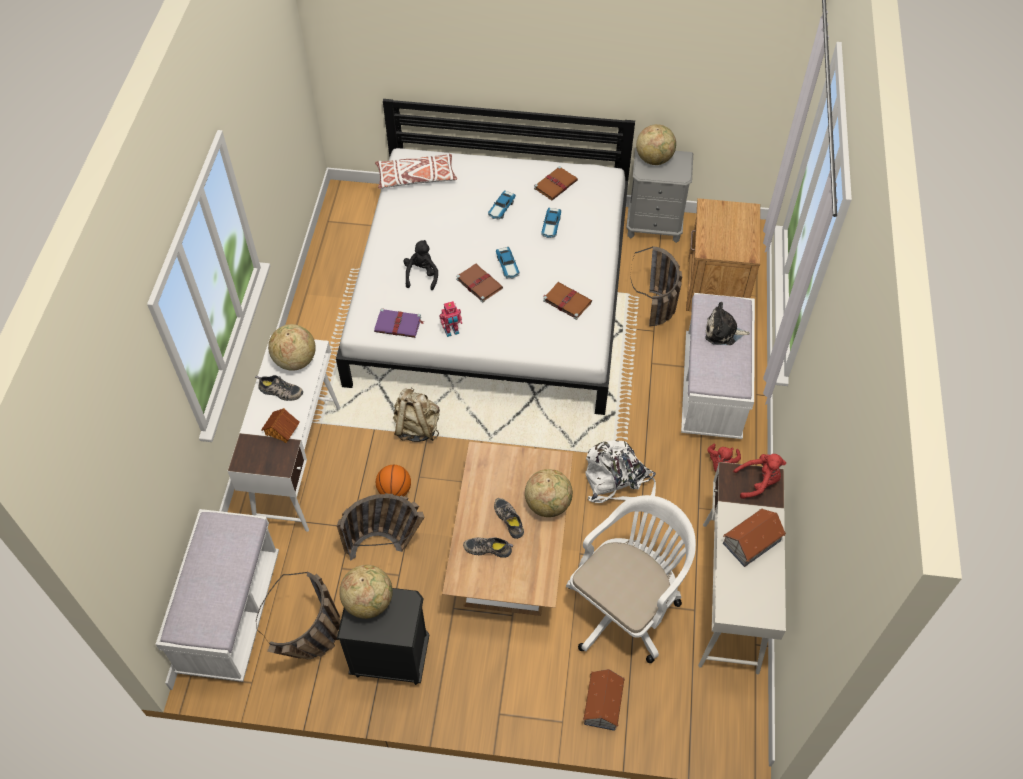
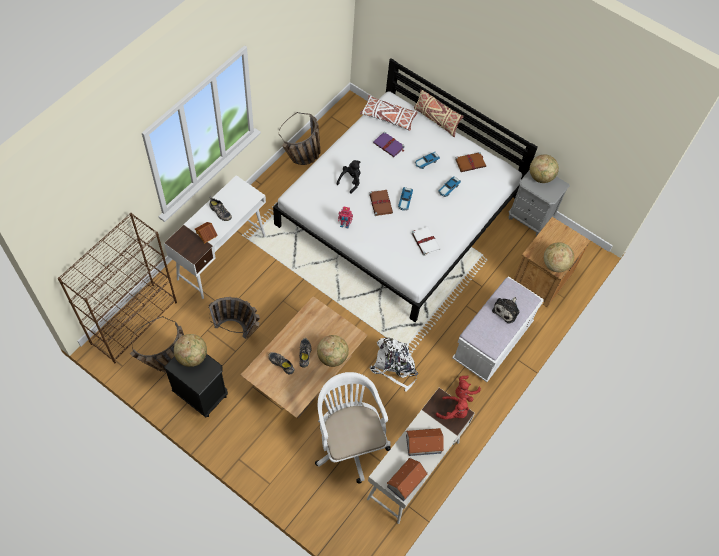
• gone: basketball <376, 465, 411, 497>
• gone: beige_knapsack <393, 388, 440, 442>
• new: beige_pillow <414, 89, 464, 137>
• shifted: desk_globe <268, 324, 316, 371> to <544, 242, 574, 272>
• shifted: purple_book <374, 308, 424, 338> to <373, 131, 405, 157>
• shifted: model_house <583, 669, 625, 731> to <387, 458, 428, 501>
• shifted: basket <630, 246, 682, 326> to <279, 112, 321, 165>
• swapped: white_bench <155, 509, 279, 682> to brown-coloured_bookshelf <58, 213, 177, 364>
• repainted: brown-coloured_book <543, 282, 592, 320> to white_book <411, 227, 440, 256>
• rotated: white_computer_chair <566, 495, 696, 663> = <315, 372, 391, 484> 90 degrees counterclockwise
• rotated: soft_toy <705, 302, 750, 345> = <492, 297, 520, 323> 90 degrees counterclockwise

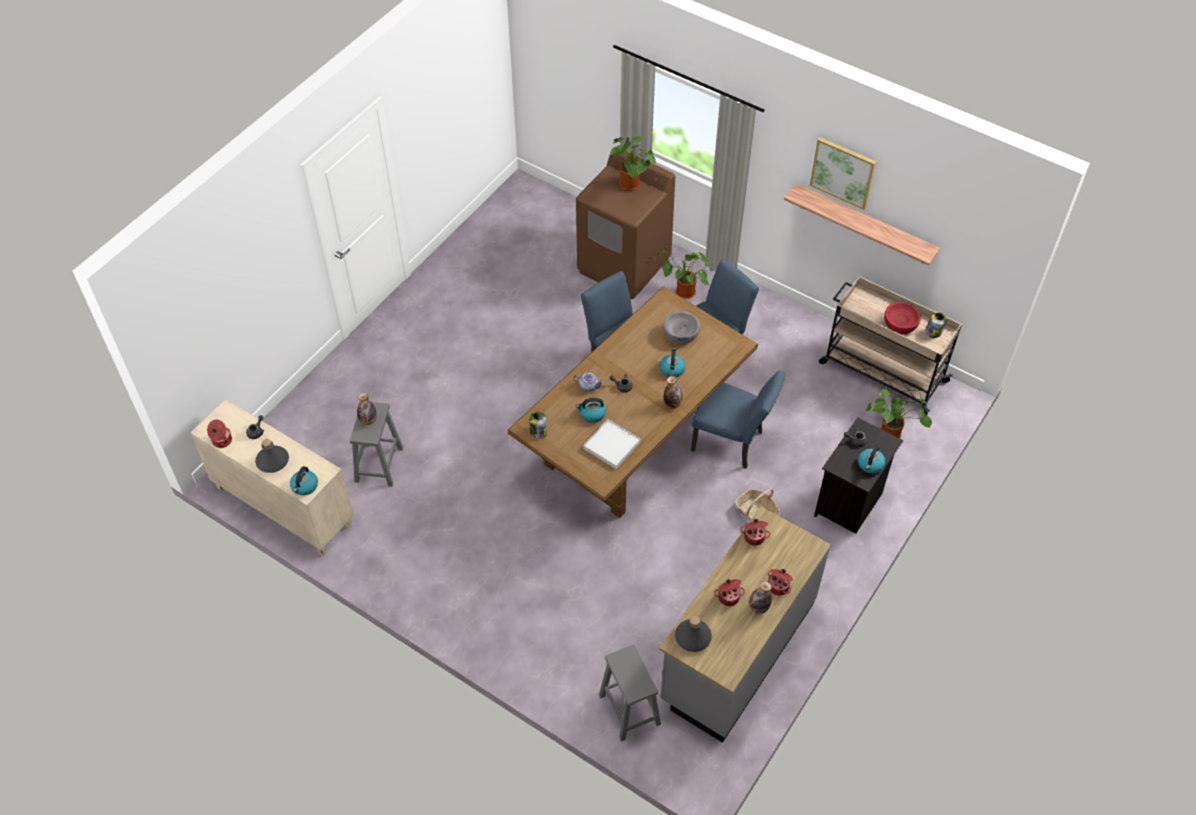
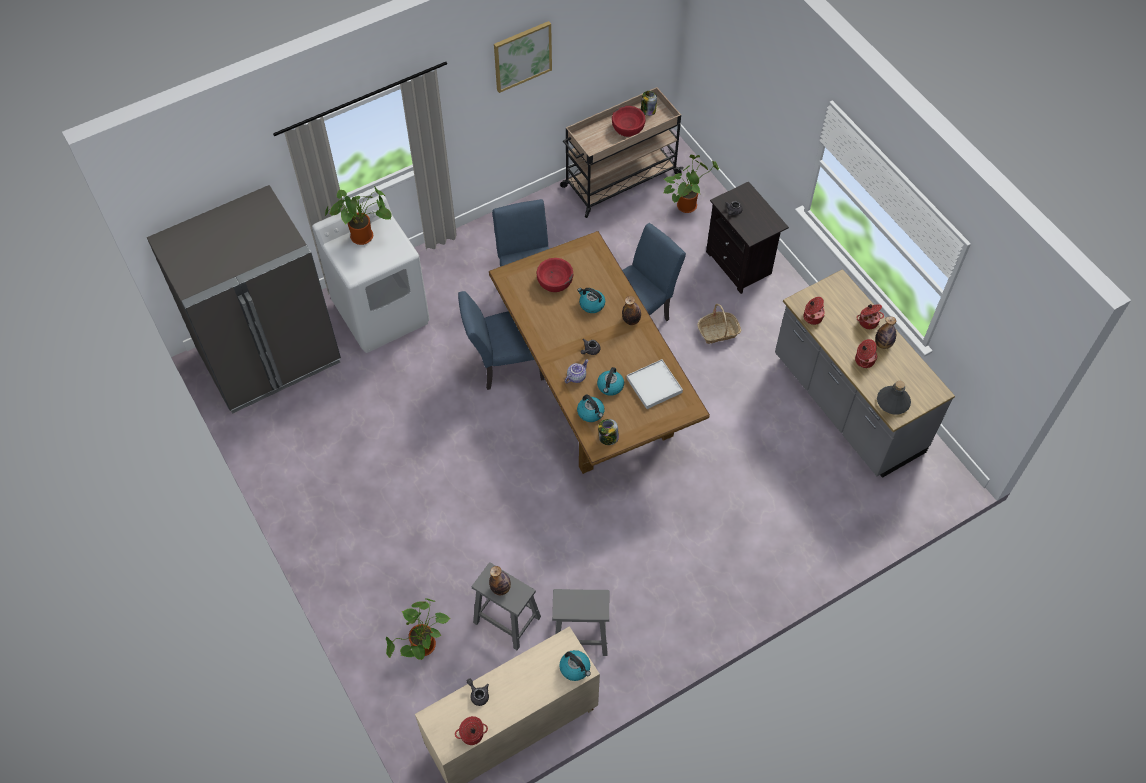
• gone: greyish_beverage_bottle <255, 439, 289, 473>
• gone: shelf <784, 183, 940, 266>
• new: greyish_kitchen_fridge <147, 185, 341, 414>
• shifted: greyish_stool_seat <599, 644, 661, 741> to <552, 589, 609, 656>
• shifted: potted_plant <655, 247, 715, 299> to <386, 598, 450, 660>
• shifted: tea_kettle <858, 445, 885, 473> to <577, 394, 604, 422>
• repainted: brown-coloured_washing_machine <576, 149, 675, 299> to white_washing_machine <312, 195, 430, 353>
• repainted: greyish_serving_bowl <664, 311, 700, 345> to reddish_serving_bowl <537, 258, 573, 292>

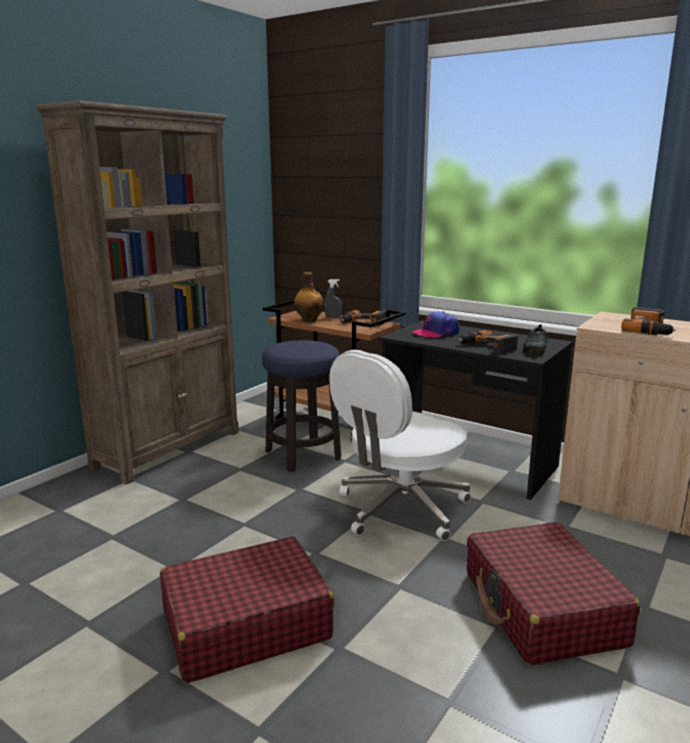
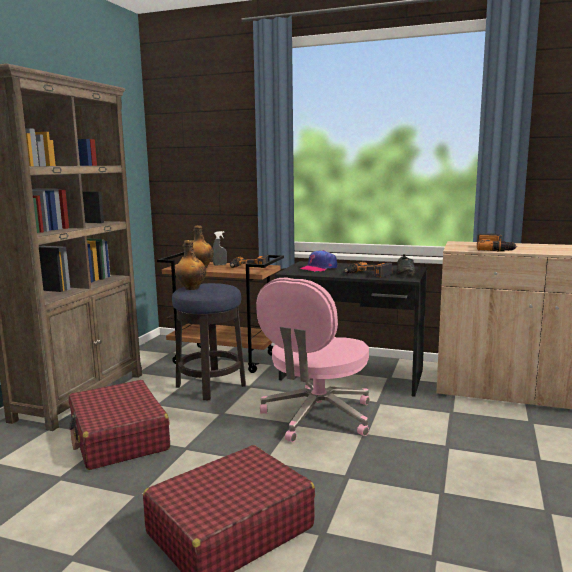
• new: beverage_bottle <175, 240, 206, 290>
• shifted: reddish_piece_of_luggage <467, 522, 640, 665> to <69, 380, 170, 470>
• repainted: white_computer_chair <329, 350, 471, 541> to pink-coloured_computer_chair <256, 278, 370, 442>

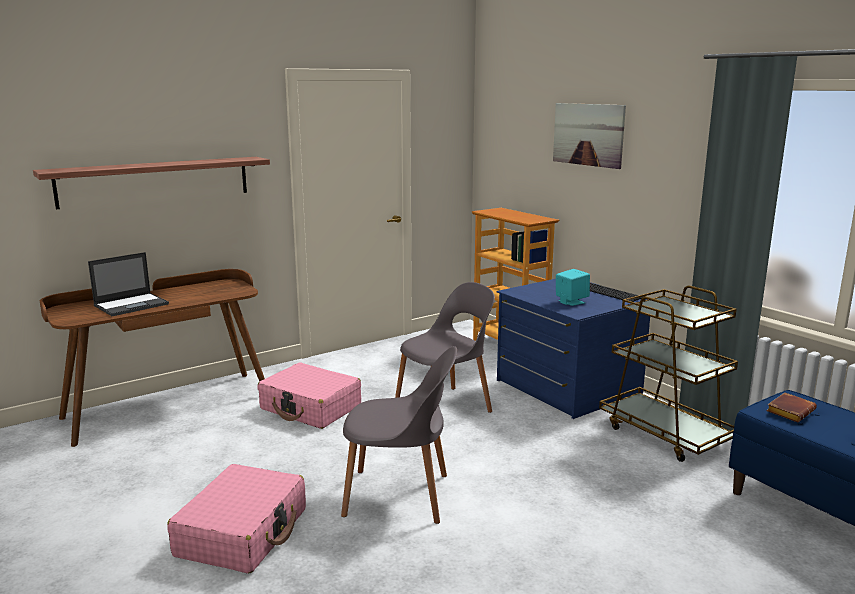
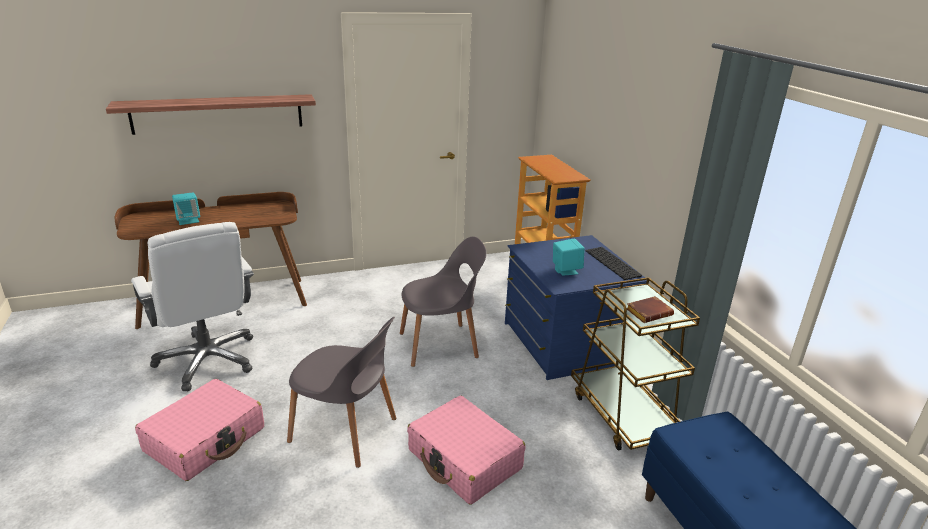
• gone: wall_art <553, 103, 626, 169>
• new: white_computer_chair <131, 222, 254, 391>
• shifted: pink-coloured_piece_of_luggage <257, 362, 361, 429> to <407, 396, 525, 505>
• shifted: brown-coloured_book <766, 393, 817, 422> to <627, 296, 674, 323>
• swapped: portable_computer <88, 252, 169, 316> to turquoise_loudspeaker <172, 192, 200, 225>

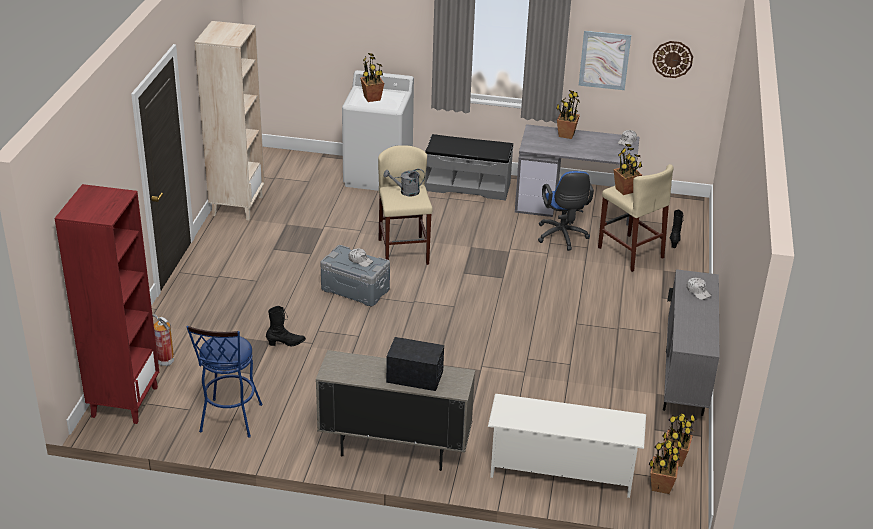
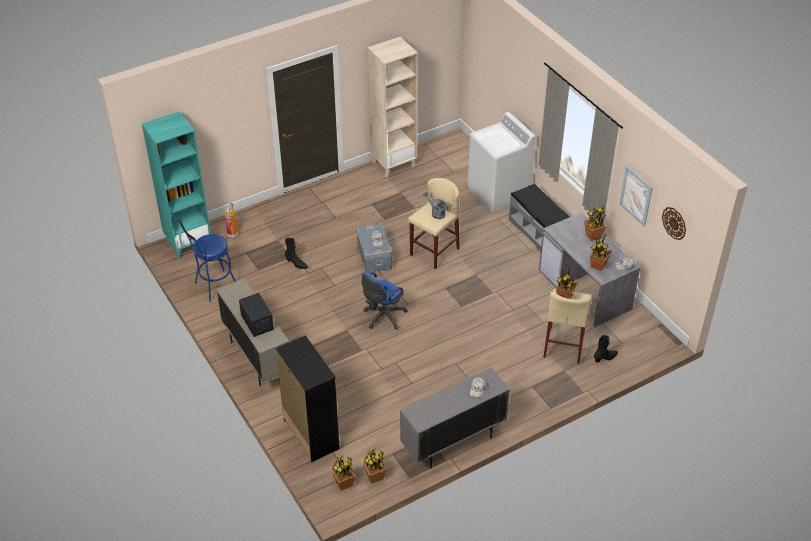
• shifted: potted_plant <360, 53, 385, 102> to <590, 234, 611, 271>
• shifted: blue_computer_chair <538, 171, 594, 251> to <361, 272, 408, 330>
• swapped: white_shoe_rack <488, 394, 646, 498> to blackish_drawer_chest <275, 335, 340, 462>
• repainted: reddish_bookshelf <55, 184, 159, 424> to turquoise_bookshelf <142, 111, 211, 258>

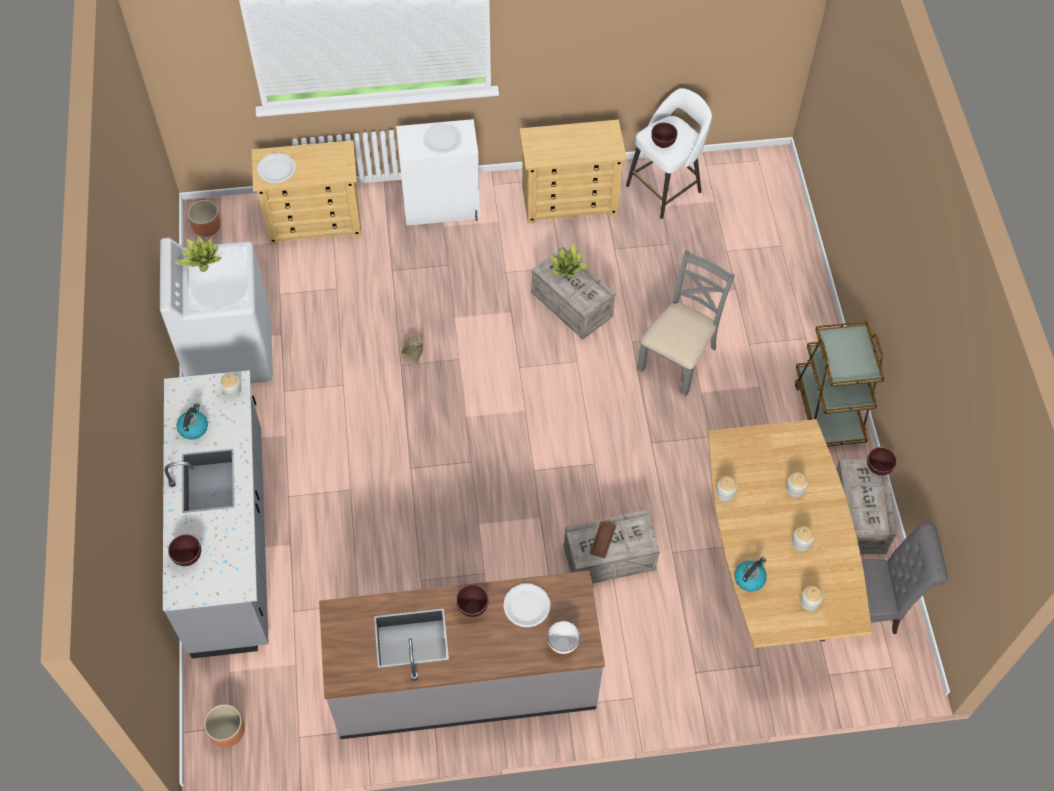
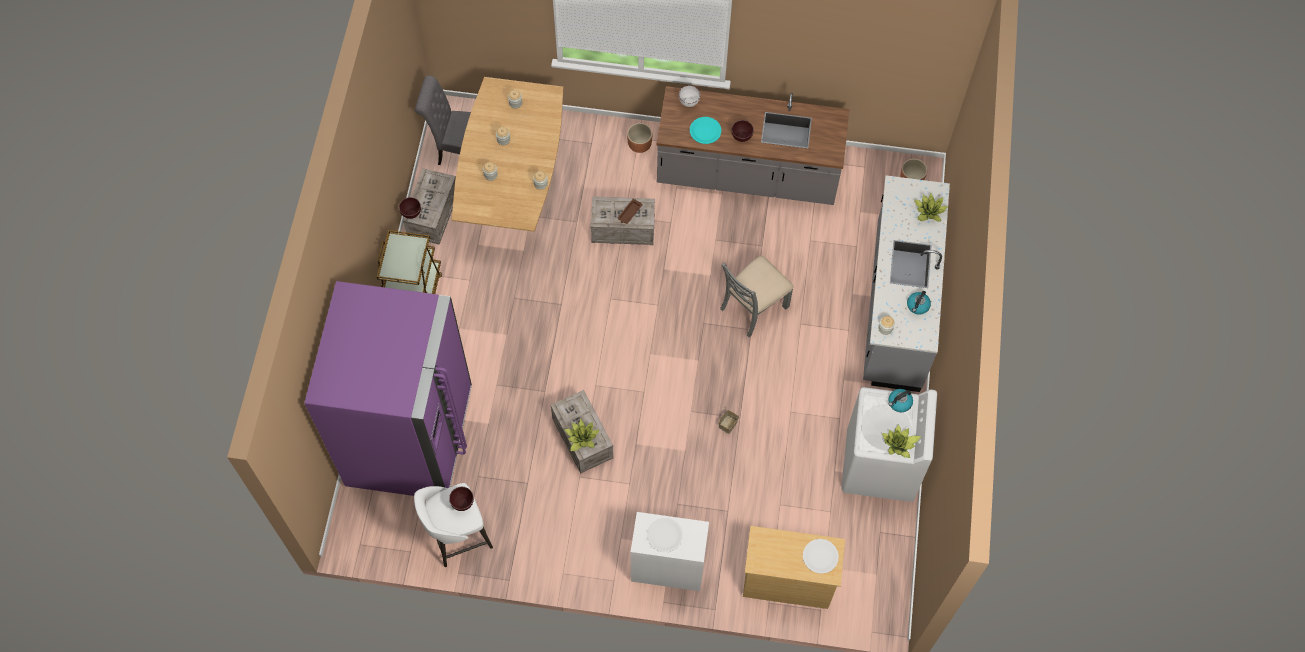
• gone: beige_drawer_chest <519, 120, 627, 224>
• new: purple_kitchen_fridge <304, 281, 472, 496>
• shifted: brown-coloured_planter <187, 200, 221, 237> to <627, 123, 652, 153>
• shifted: greyish_chair <637, 250, 735, 396> to <720, 256, 794, 337>
• shifted: tea_kettle <734, 557, 767, 592> to <889, 389, 913, 412>
• swapped: brown-coloured_serving_bowl <168, 534, 201, 566> to potted_plant <914, 193, 948, 221>
• repainted: white_plate <503, 583, 550, 627> to turquoise_plate <690, 117, 721, 144>

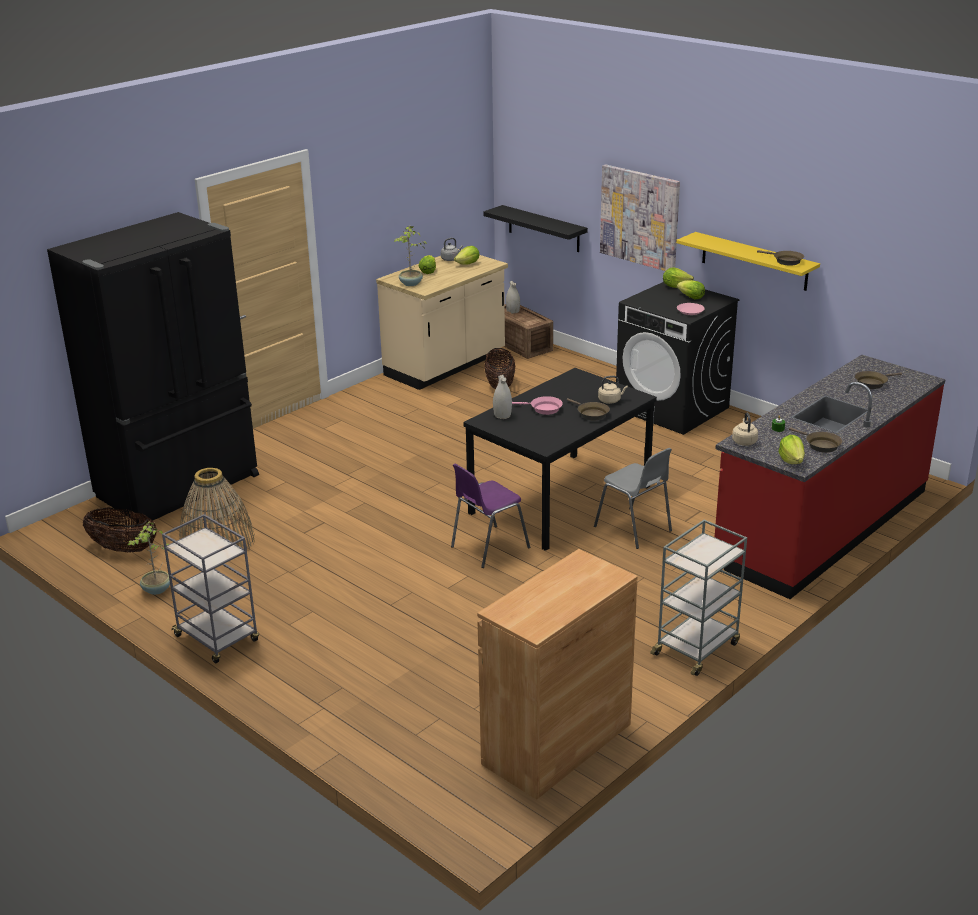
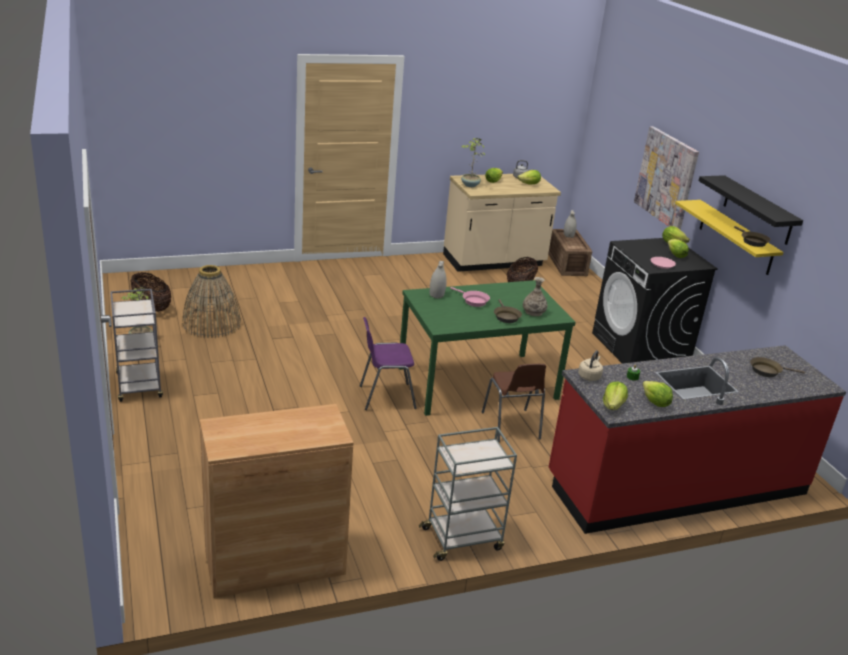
• gone: blackish_kitchen_fridge <47, 212, 259, 522>
• shifted: blackish_shelf <483, 205, 588, 252> to <699, 175, 803, 245>
• swapped: beige_tea_kettle <598, 376, 628, 404> to decorative_vase <523, 277, 547, 316>
• swapped: brown-coloured_frying_pan <789, 427, 842, 453> to lettuce <643, 381, 673, 407>
• repainted: blackish_kitchen_table <463, 368, 657, 551> to green-coloured_kitchen_table <399, 280, 576, 416>
• repainted: greyish_chair <594, 448, 672, 549> to brown-coloured_chair <482, 364, 546, 442>

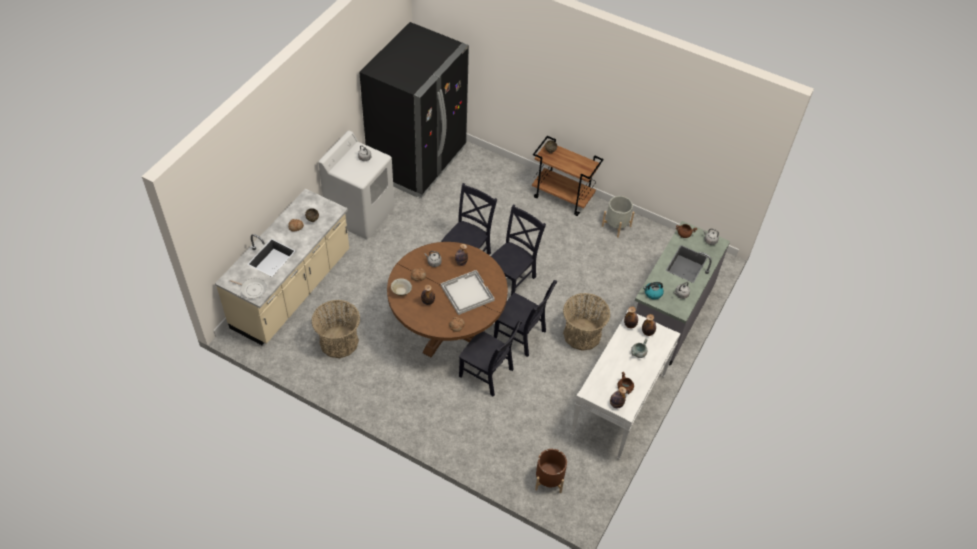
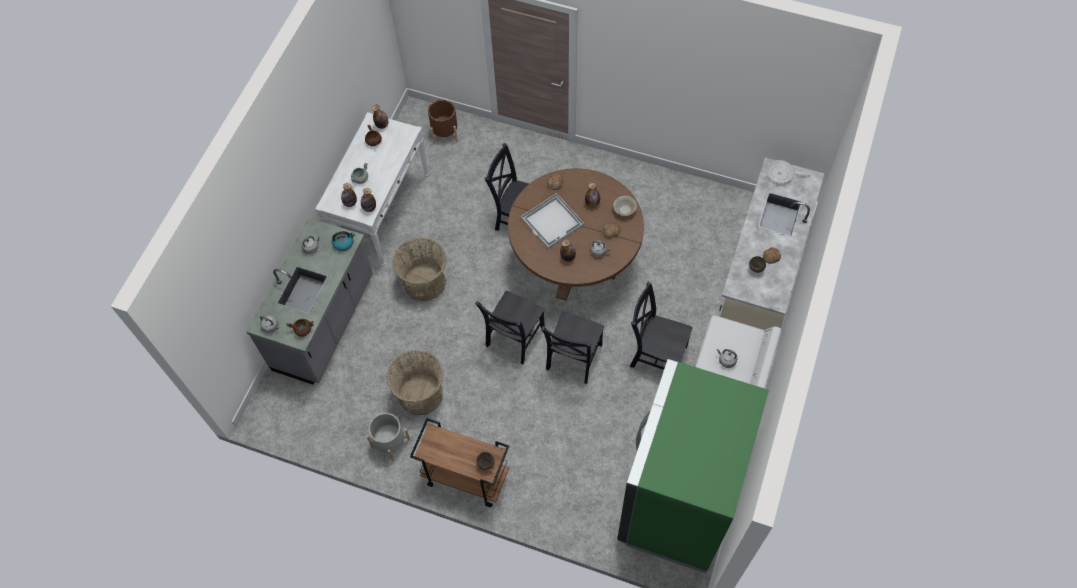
• shifted: basket <311, 300, 360, 358> to <387, 350, 443, 415>
• shifted: blackish_chair <494, 280, 557, 357> to <630, 282, 693, 370>
• repainted: blackish_kitchen_fridge <359, 22, 469, 198> to green-coloured_kitchen_fridge <617, 359, 769, 573>

